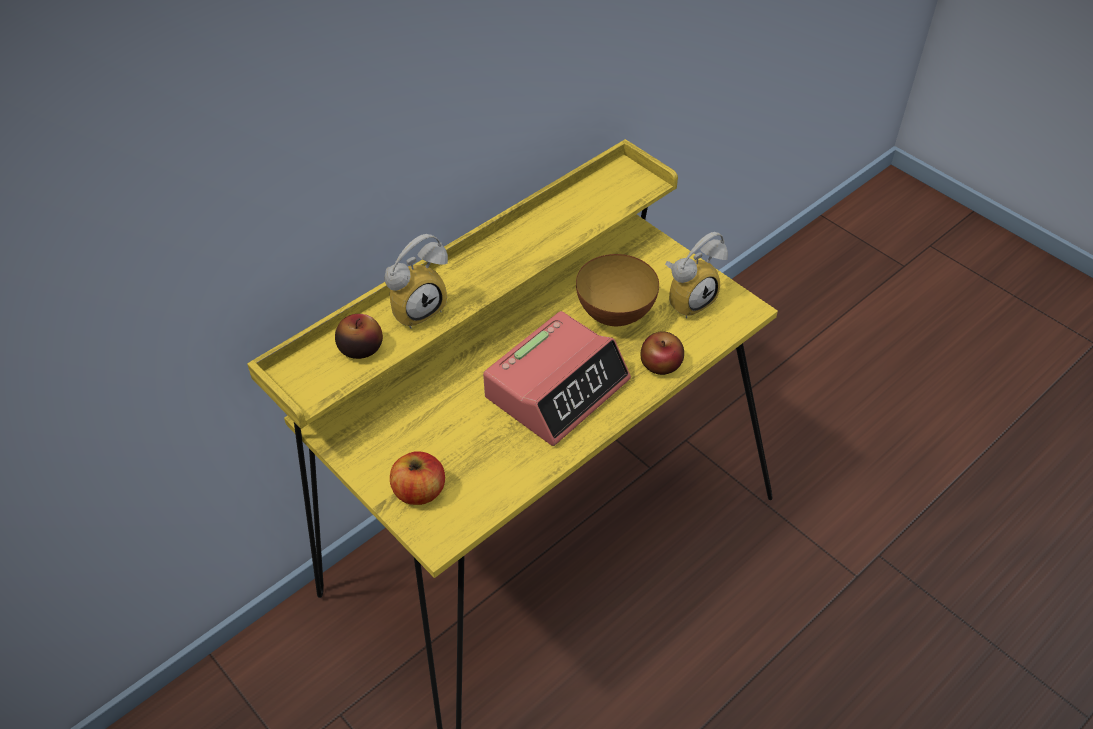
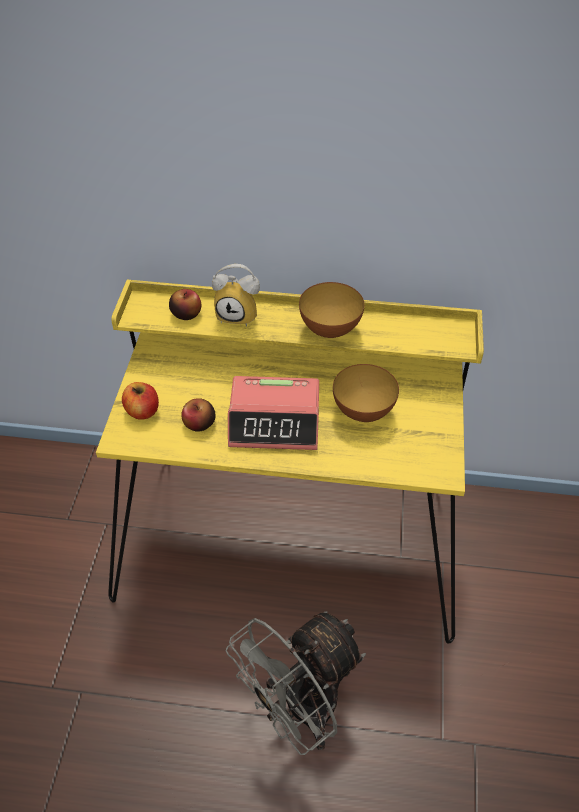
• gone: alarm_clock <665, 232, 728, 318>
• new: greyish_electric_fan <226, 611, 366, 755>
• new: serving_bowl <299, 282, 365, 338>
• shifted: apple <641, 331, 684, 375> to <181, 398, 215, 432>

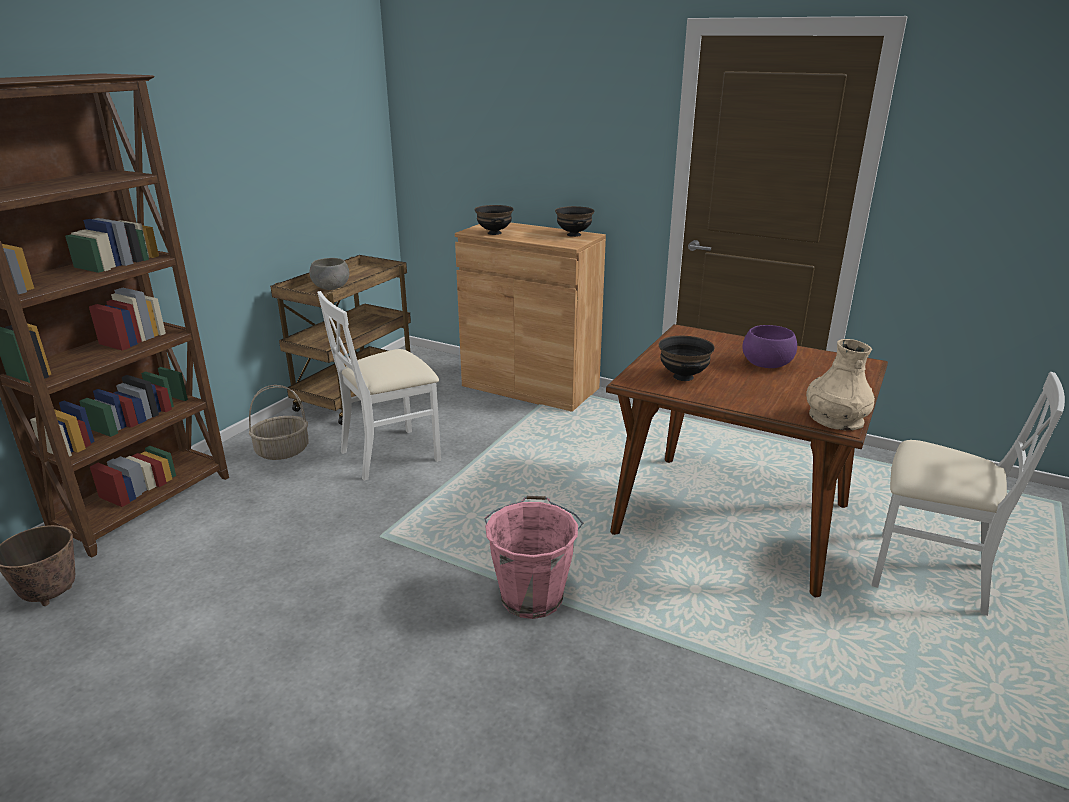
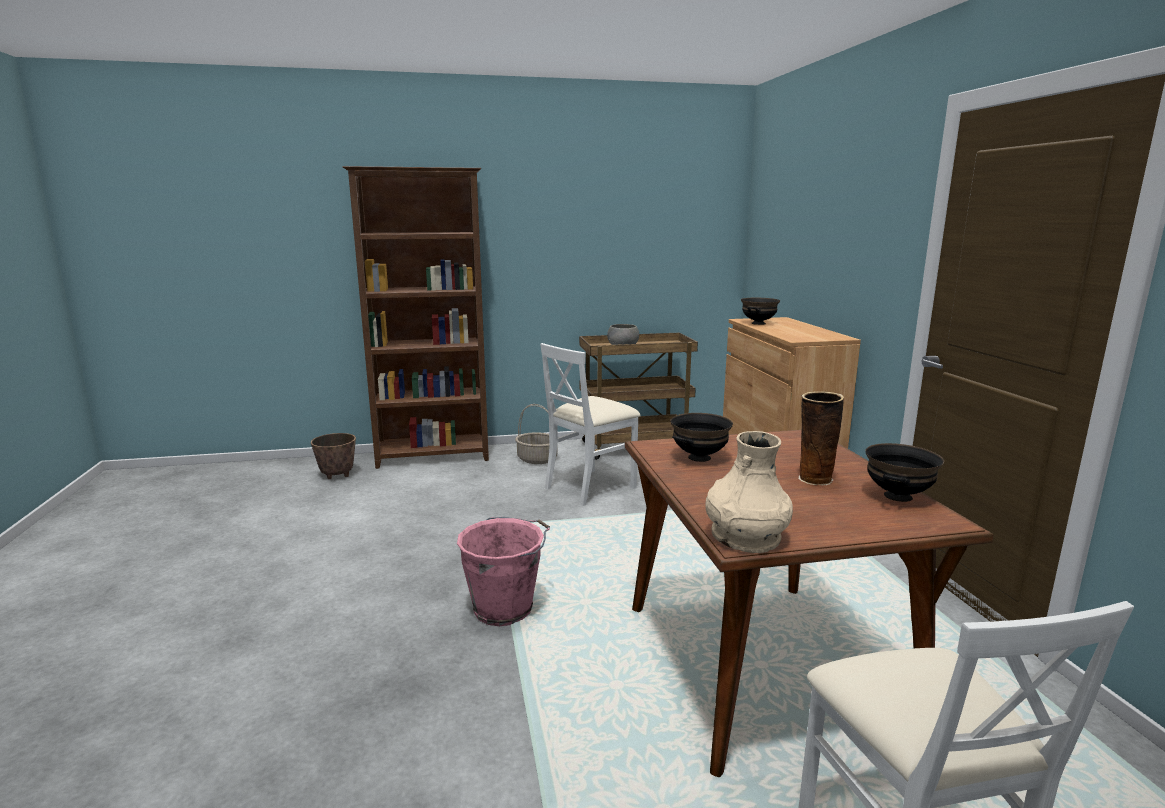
• shifted: blackish_serving_bowl <555, 206, 594, 237> to <865, 443, 944, 502>
• swapped: purple_serving_bowl <742, 325, 797, 368> to decorative_vase <798, 392, 844, 485>
• rotated: white_chair <317, 291, 441, 481> = <540, 343, 641, 506> 60 degrees counterclockwise

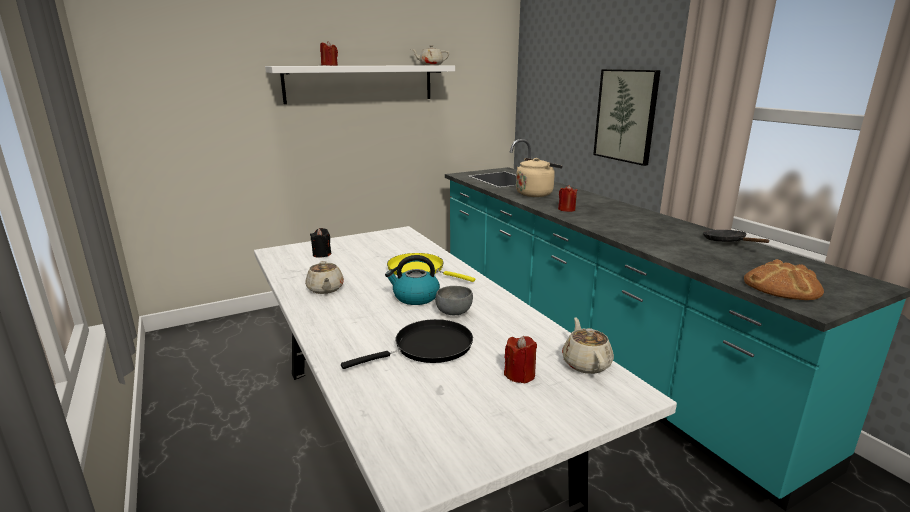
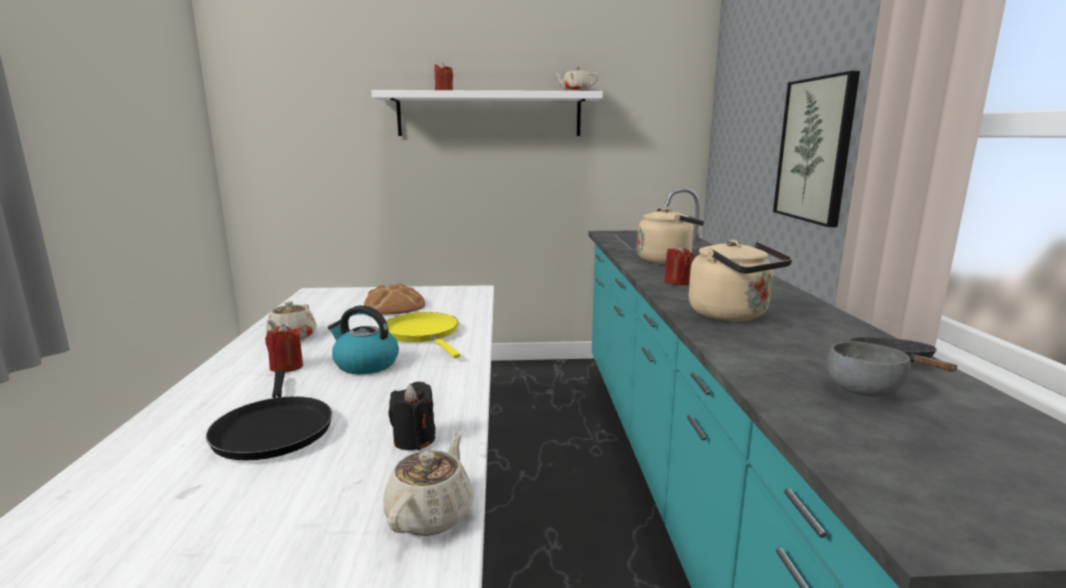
• new: beige_tea_kettle <689, 240, 792, 322>
• shifted: blackish_candle <310, 228, 331, 258> to <388, 382, 435, 450>
• shifted: greyish_serving_bowl <435, 286, 473, 315> to <827, 342, 911, 397>
• shifted: reddish_candle <504, 336, 537, 384> to <265, 323, 303, 372>
• shifted: bread <744, 259, 824, 300> to <364, 283, 425, 315>
• rotated: blackish_frying_pan <341, 319, 473, 369> = <206, 370, 332, 461> 75 degrees clockwise

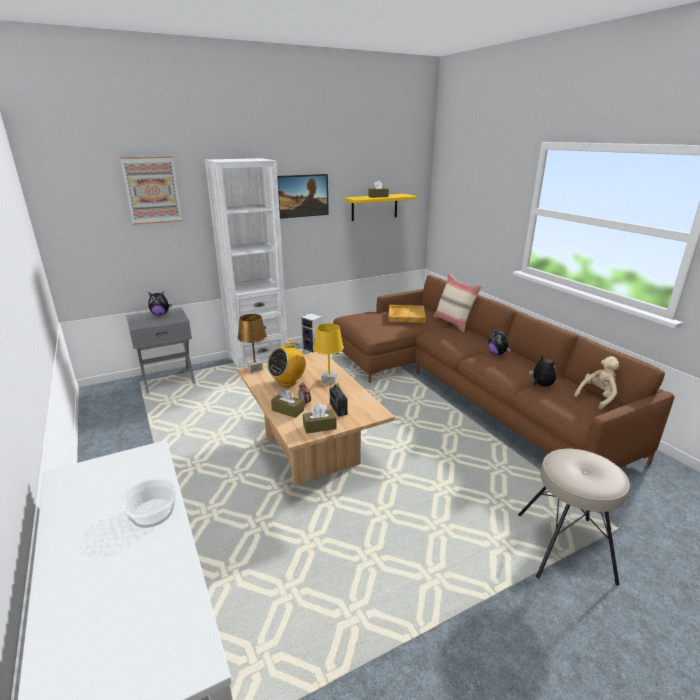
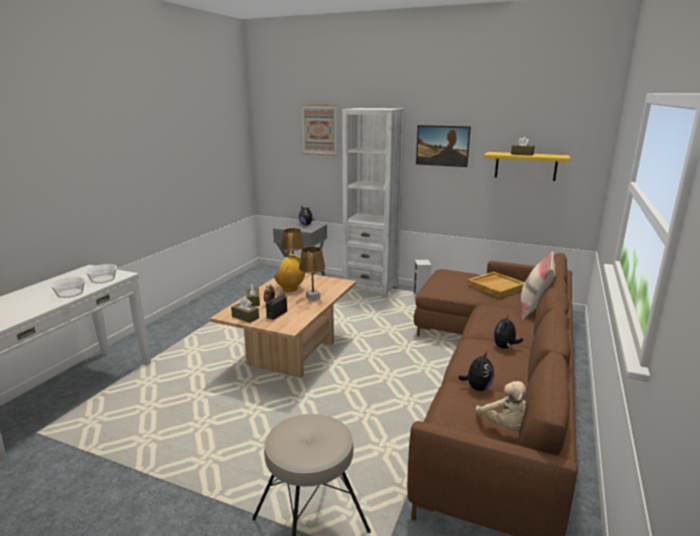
• new: serving_bowl <85, 264, 117, 283>
• repainted: yellow-coloured_lamp_for_a_table <313, 323, 344, 384> to brown-coloured_lamp_for_a_table <299, 247, 326, 301>
• rotated: beige_soft_toy <574, 356, 619, 409> = <475, 381, 526, 431> 60 degrees clockwise

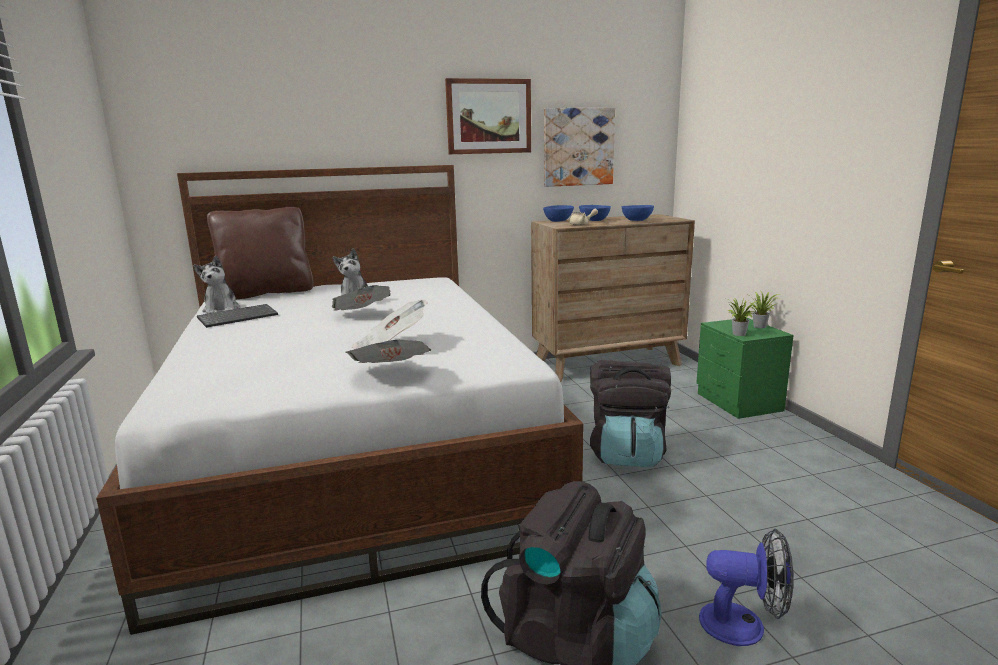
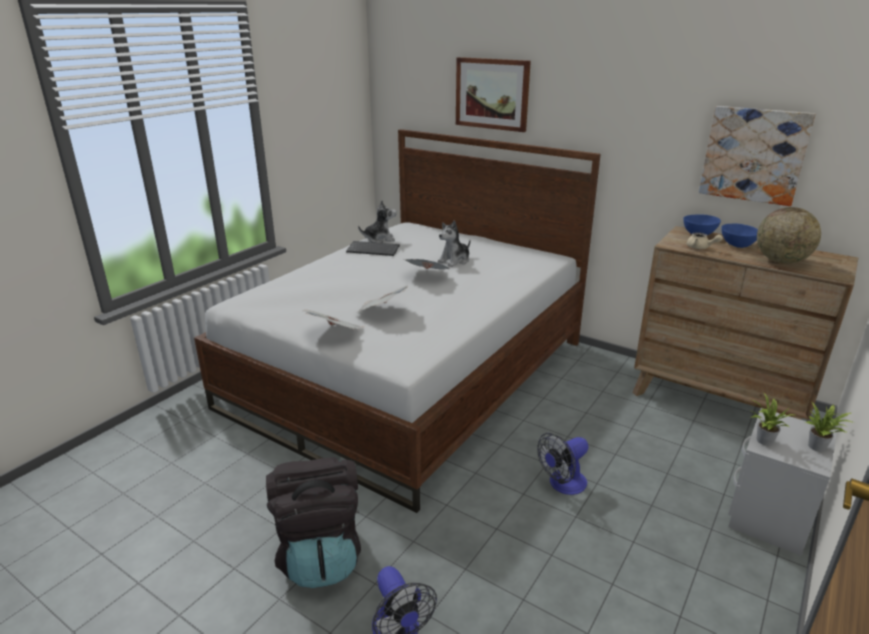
• gone: brown-coloured_pillow <207, 207, 314, 300>
• shifted: wall_art <445, 78, 531, 154> to <456, 57, 531, 132>
• swapped: blackish_knapsack <590, 360, 671, 467> to electric_fan <537, 433, 589, 495>
• swapped: blue_serving_bowl <622, 205, 654, 221> to desk_globe <757, 207, 821, 264>
• repainted: green-coloured_nightstand <696, 318, 794, 419> to greyish_nightstand <728, 408, 837, 556>
• rotated: soft_toy <193, 256, 240, 314> = <358, 200, 397, 243> 135 degrees counterclockwise

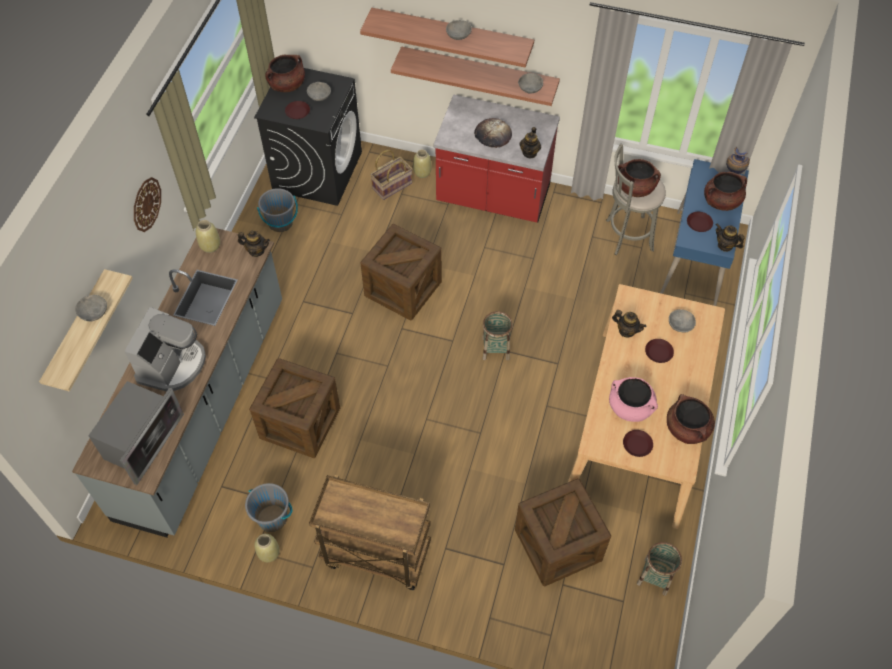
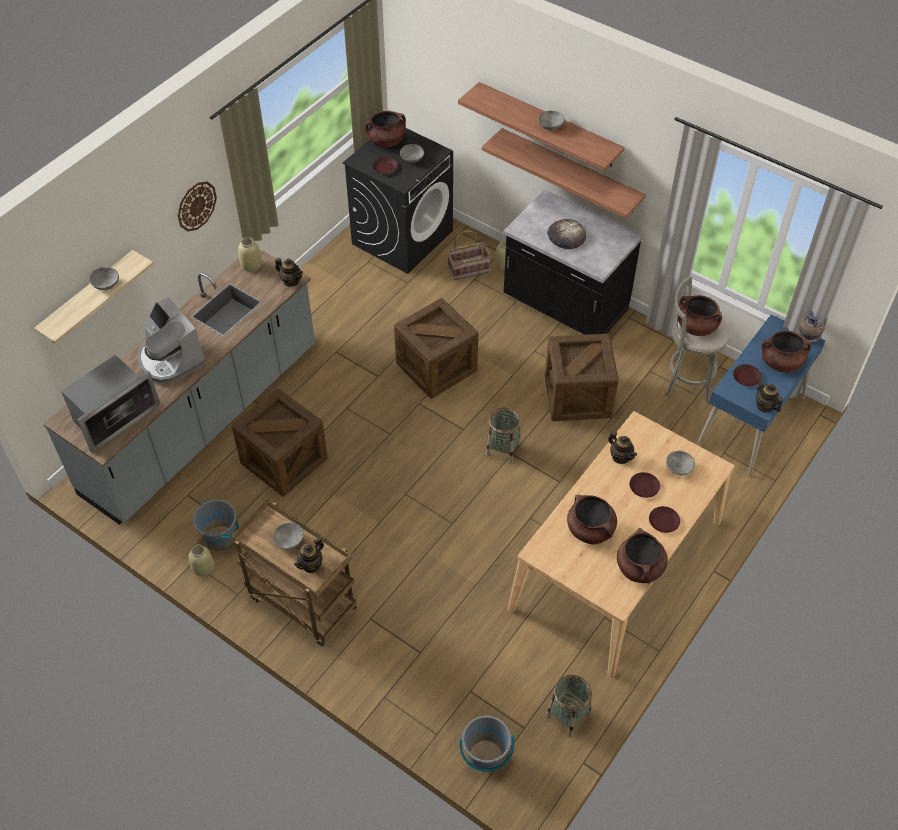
• shifted: greyish_bucket <257, 188, 298, 232> to <460, 716, 514, 772>
• shifted: shipping_crate <515, 478, 611, 586> to <545, 334, 619, 421>
• shifted: greyish_serving_bowl <518, 73, 543, 94> to <273, 522, 303, 550>
• shifted: tea_pot <520, 127, 541, 159> to <294, 537, 324, 573>
• shifted: brown-coloured_plate <623, 430, 653, 457> to <649, 506, 680, 533>
• repainted: reddish_counter <433, 95, 560, 223> to blackish_counter <503, 190, 643, 335>
• repainted: pink-coloured_stockpot <609, 377, 658, 422> to brown-coloured_stockpot <567, 495, 617, 544>
• rotated: coffee_machine <124, 307, 206, 391> = <138, 297, 206, 384> 105 degrees clockwise

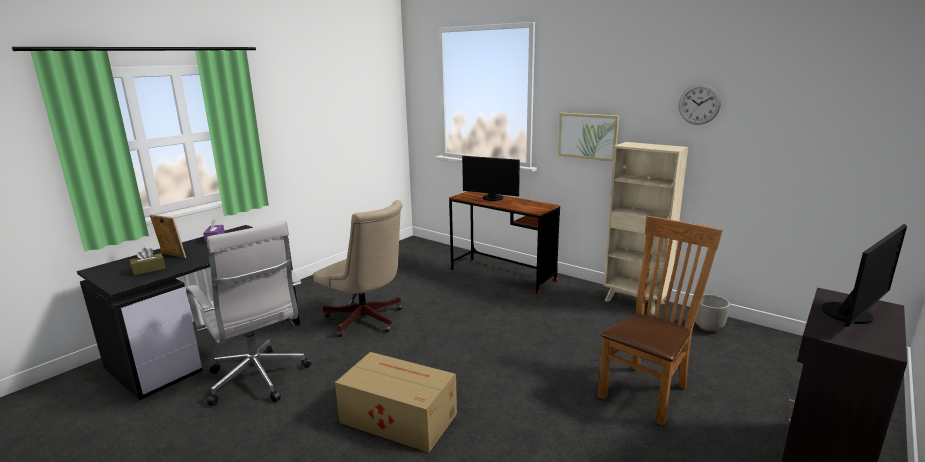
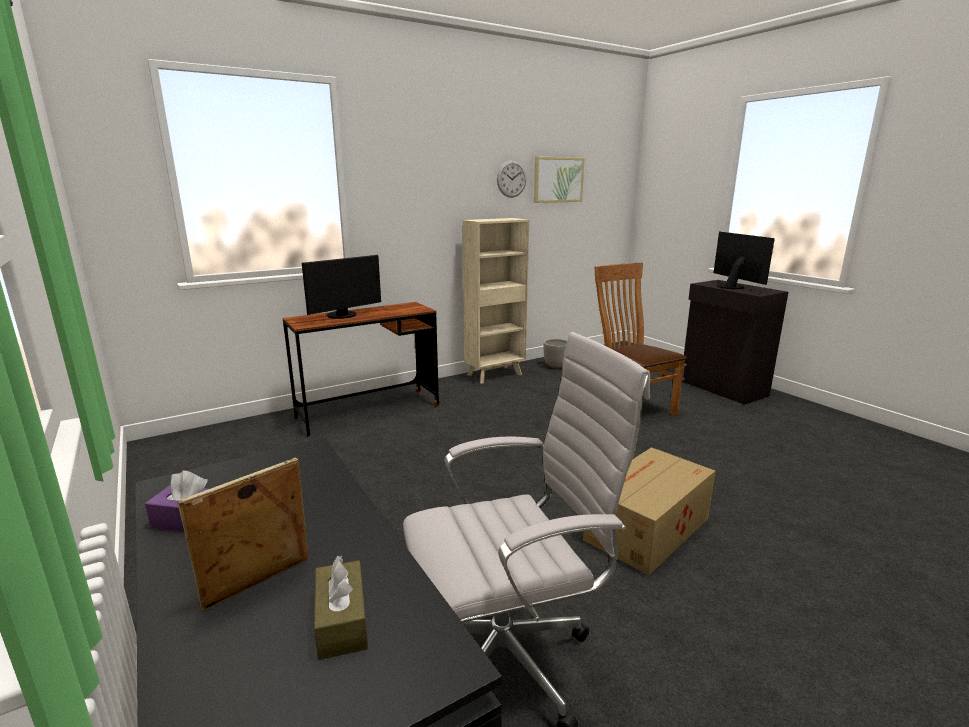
• gone: beige_computer_chair <313, 200, 402, 337>
• shifted: wall_art <558, 113, 619, 162> to <534, 156, 584, 203>

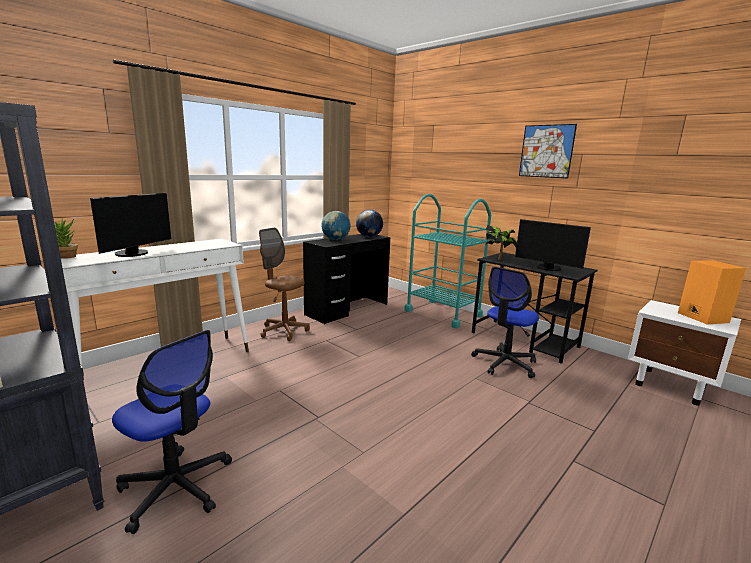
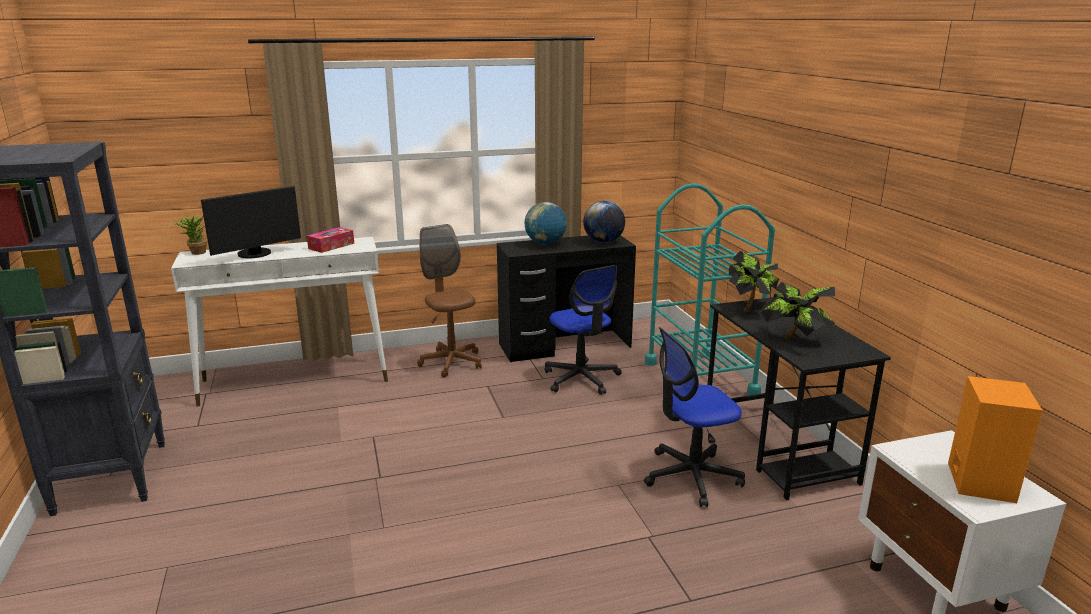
• gone: wall_art <519, 124, 577, 178>
• new: box_of_tissues <307, 227, 354, 253>
• shifted: computer_chair <112, 330, 232, 534> to <545, 265, 622, 395>
• swapped: monitor <515, 219, 591, 271> to potted_plant <760, 282, 835, 339>

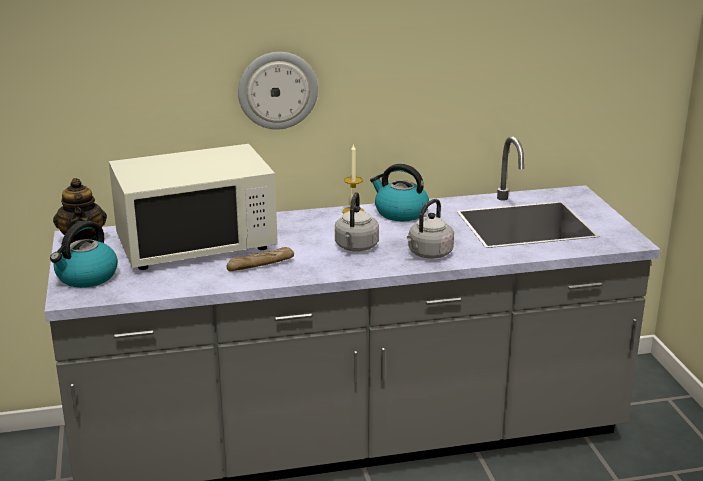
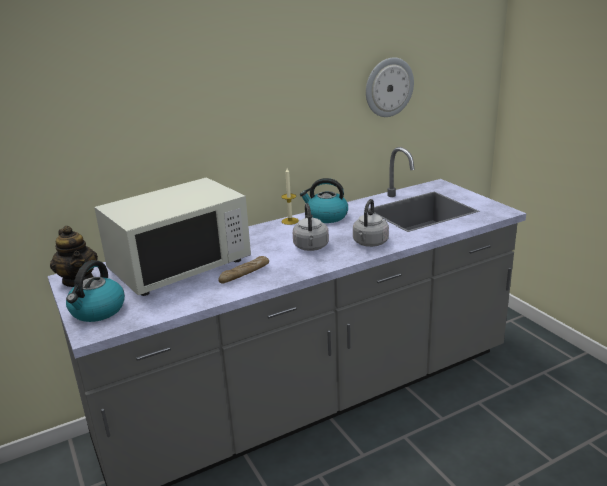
• shifted: hanging_clock <238, 52, 318, 130> to <366, 57, 414, 117>

